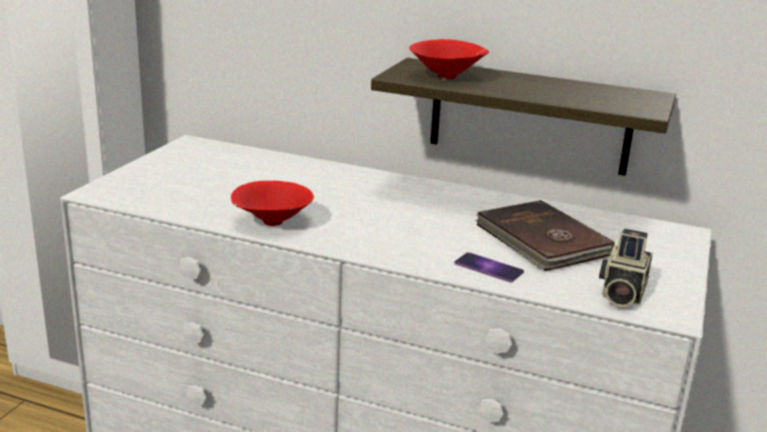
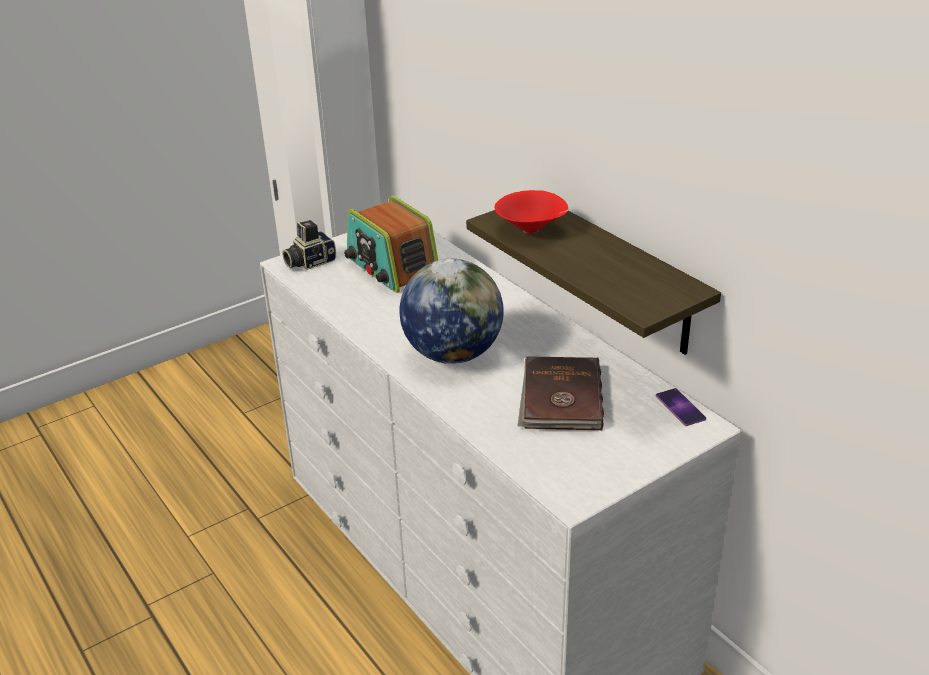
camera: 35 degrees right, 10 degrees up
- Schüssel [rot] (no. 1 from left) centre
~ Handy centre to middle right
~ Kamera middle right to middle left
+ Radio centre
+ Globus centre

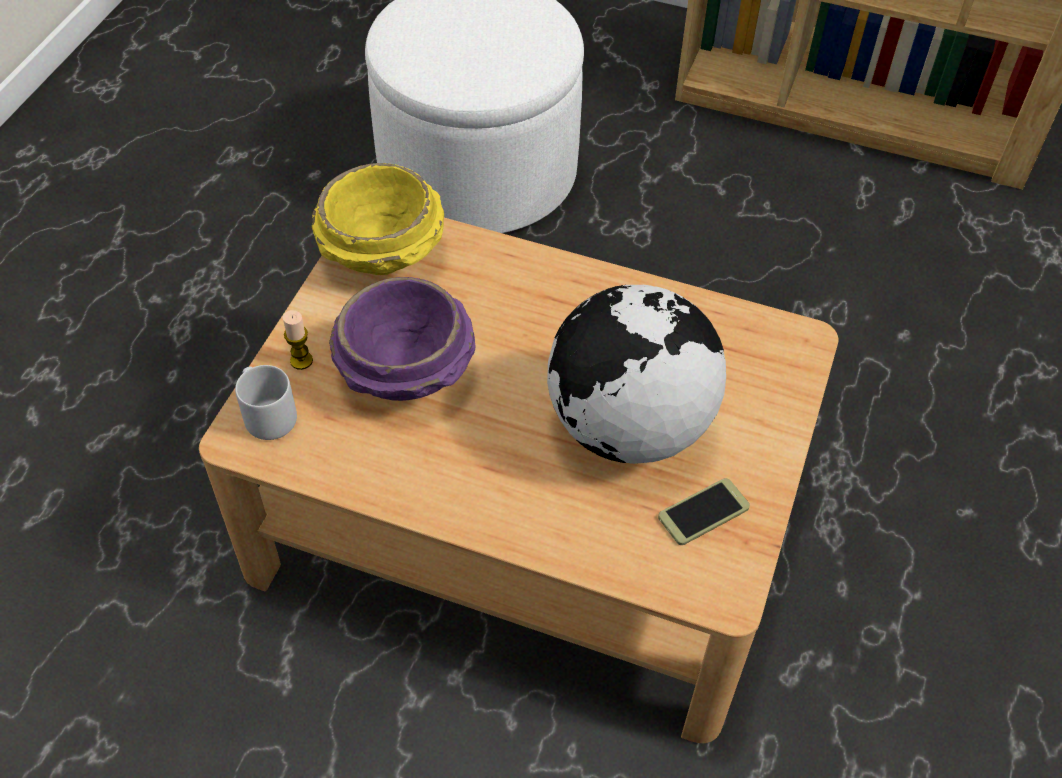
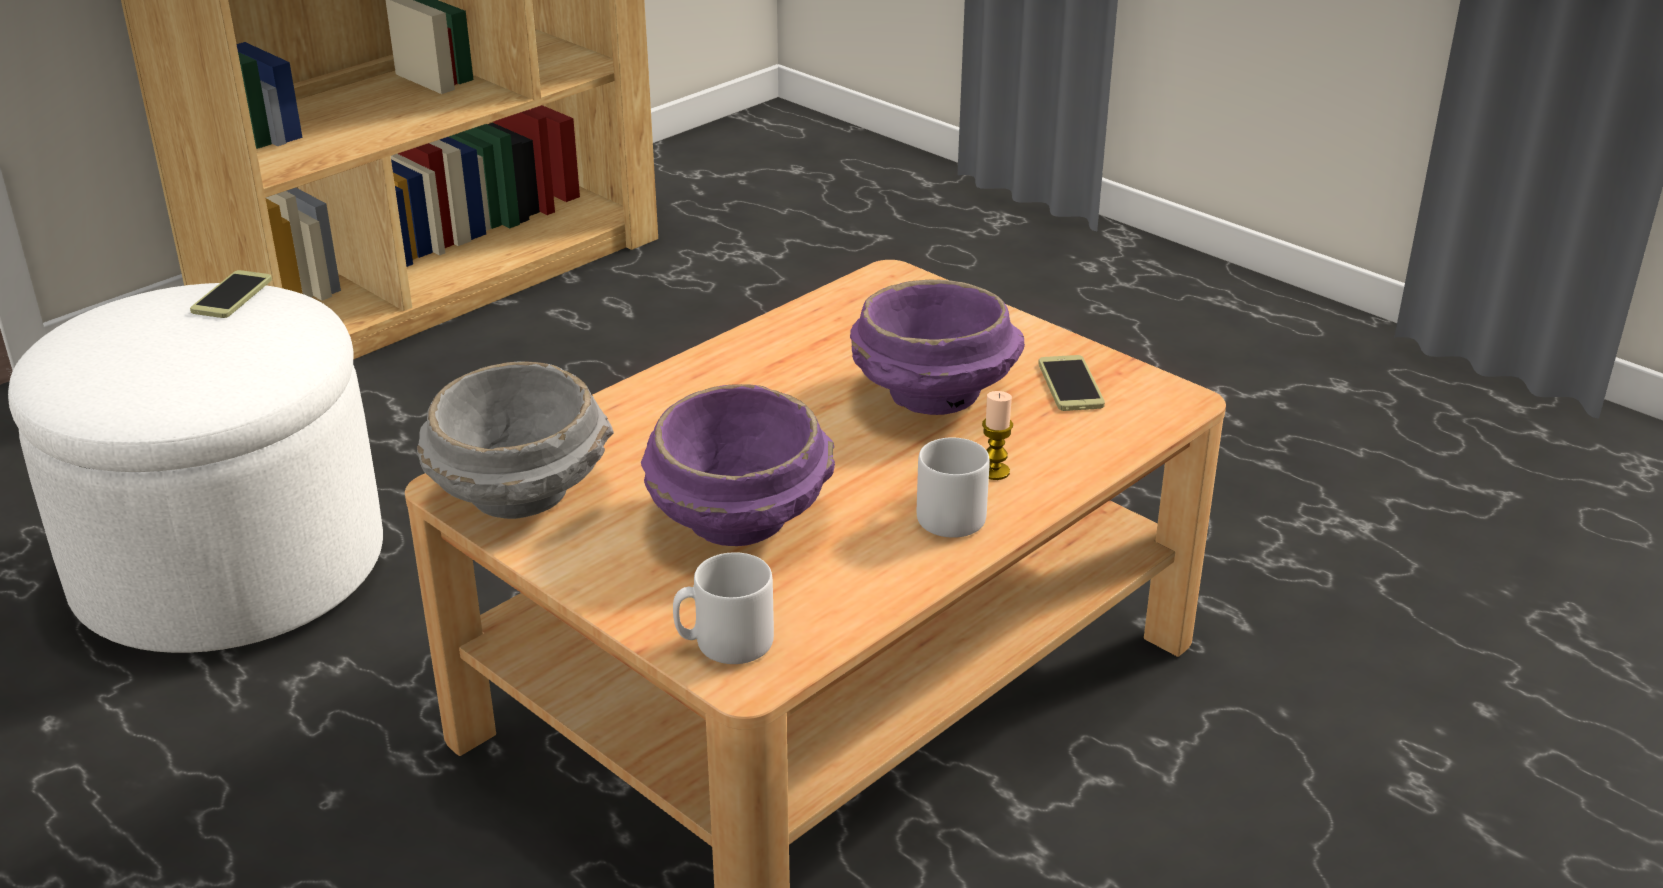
camera: 65 degrees left, 20 degrees down
~ Kerze middle left to centre
~ Schüssel [gelb] top centre to Schüssel [grau] middle left
~ Globus centre to Schüssel [lila] (no. 2 from left) centre
+ Handy (no. 1 from left) top left
+ Henkelbecher [grau] (no. 2 from left) centre

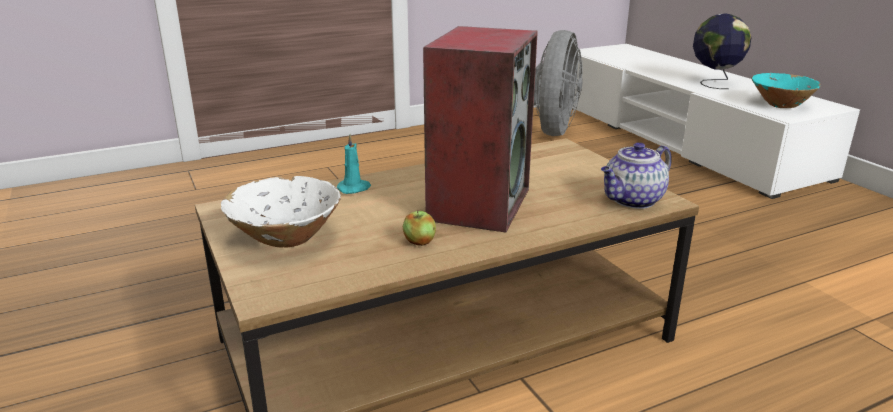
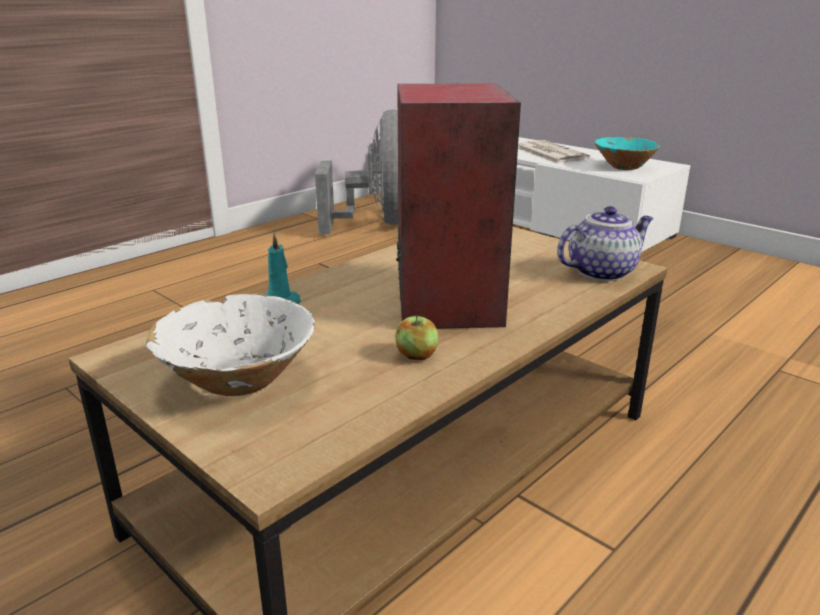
camera: 20 degrees left, 0 degrees up
~ Teekanne middle right = middle right 150 degrees counterclockwise
~ Globus top right to Zeitung top right

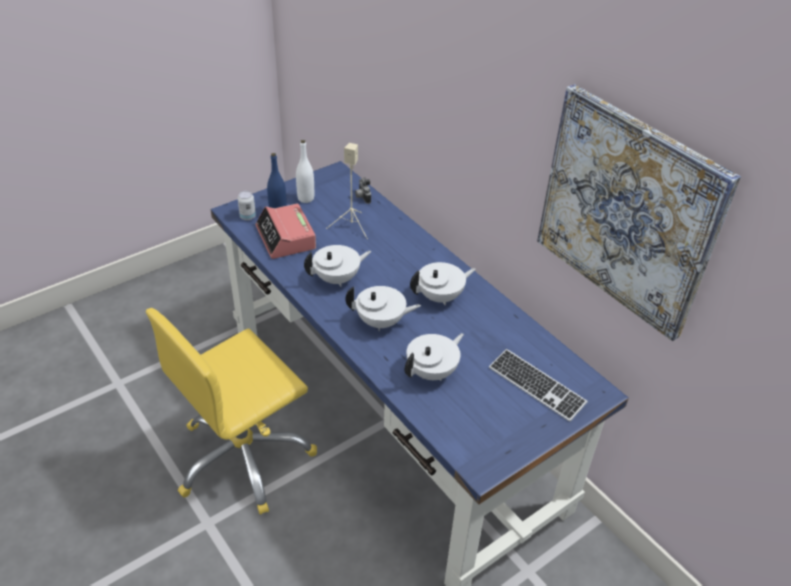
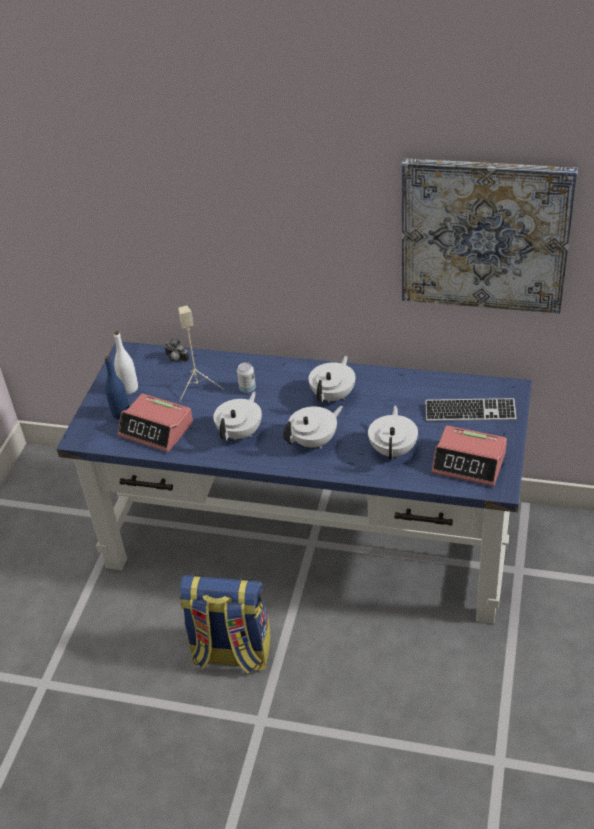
camera: 35 degrees left, 0 degrees up
~ Bürostuhl [gelb] bottom left to Rucksack bottom centre
~ Dose middle left to centre
+ Wecker (no. 2 from left) middle right

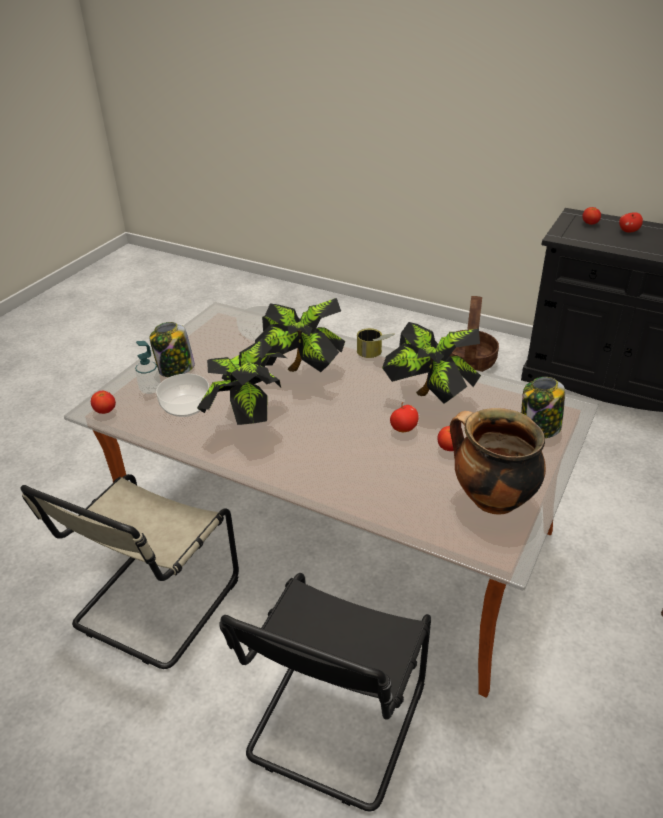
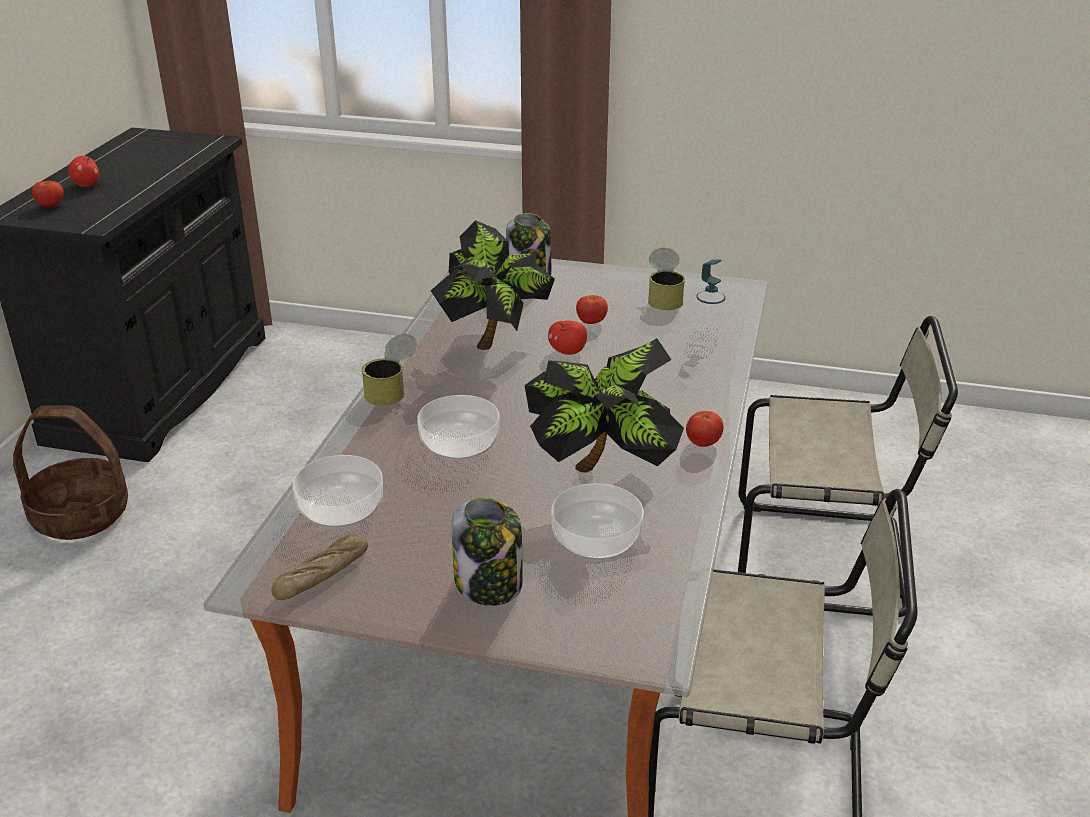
camera: 105 degrees left, 5 degrees down
~ Tomate (no. 1 from left in the first image) middle left to Tomate (no. 3 from left) centre
~ Seifenspender middle left to centre
~ Stuhl [schwarz] bottom centre to Stuhl [beige] (no. 2 from left) middle right
~ Topfpflanze (no. 2 from left) centre to Schüssel (no. 2 from left) centre
~ Kochtopf middle right to Dose (no. 2 from left) centre
+ Brot bottom left

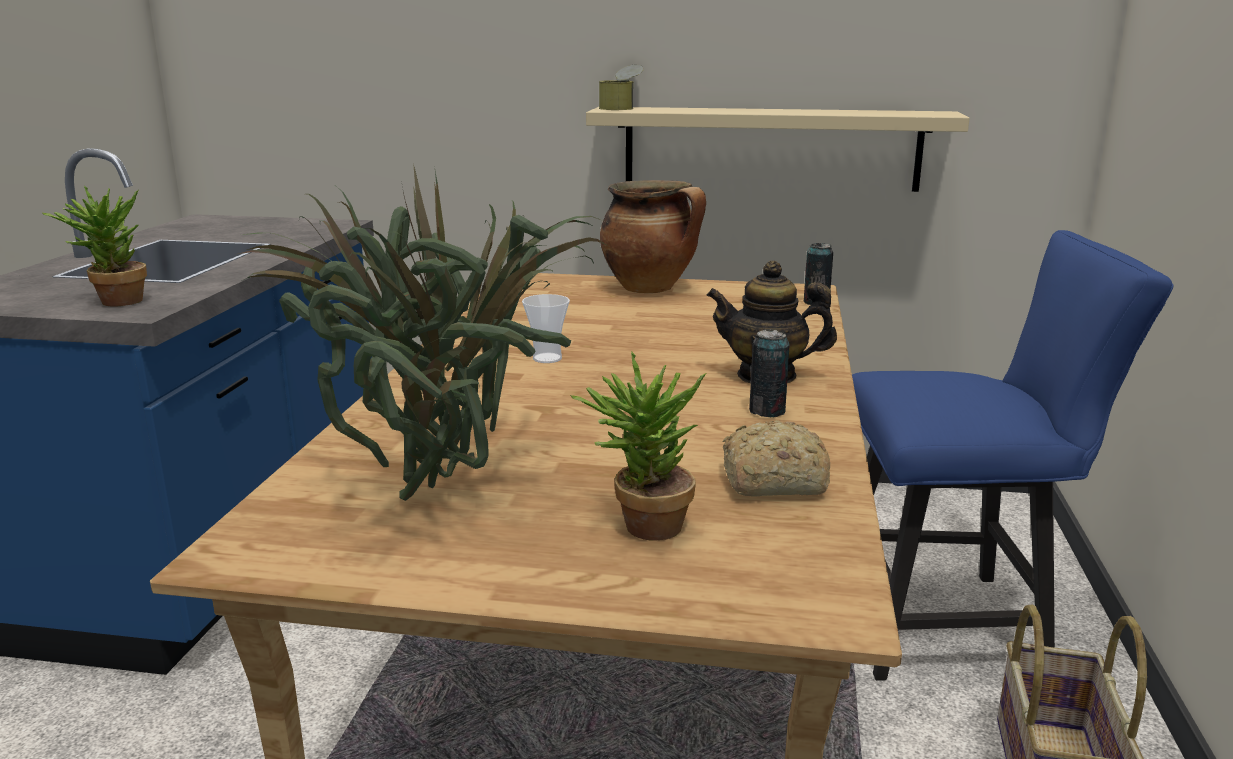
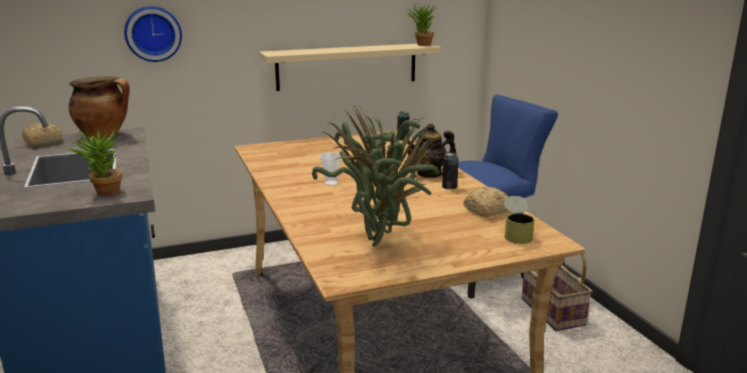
camera: 30 degrees left, 0 degrees up
~ Topfpflanze (no. 3 from left) centre to top centre
~ Dose (no. 1 from left in the first image) top centre to Dose (no. 3 from left) middle right
~ Kochtopf top centre to top left
+ Brot (no. 1 from left) middle left
+ Wanduhr top left

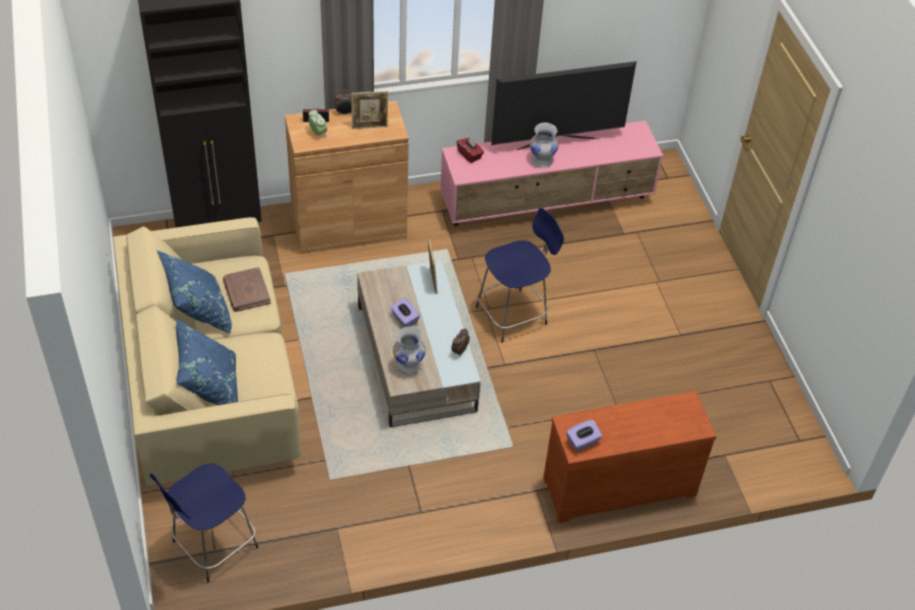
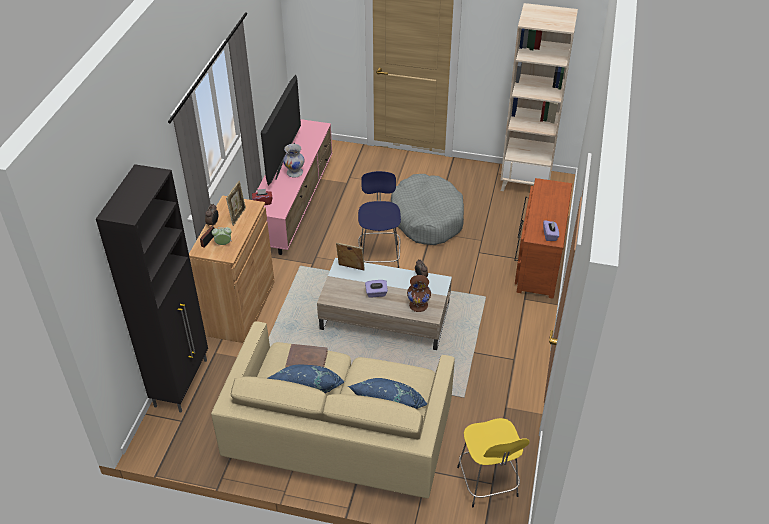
camera: 60 degrees left, 5 degrees down
~ Hocker [blau] (no. 1 from left) bottom left to Hocker [gelb] bottom centre
~ Vase [weiß] (no. 1 from left) centre to Vase [braun] centre
+ Hundebett [grau] centre
+ Bücherregal [beige] top right

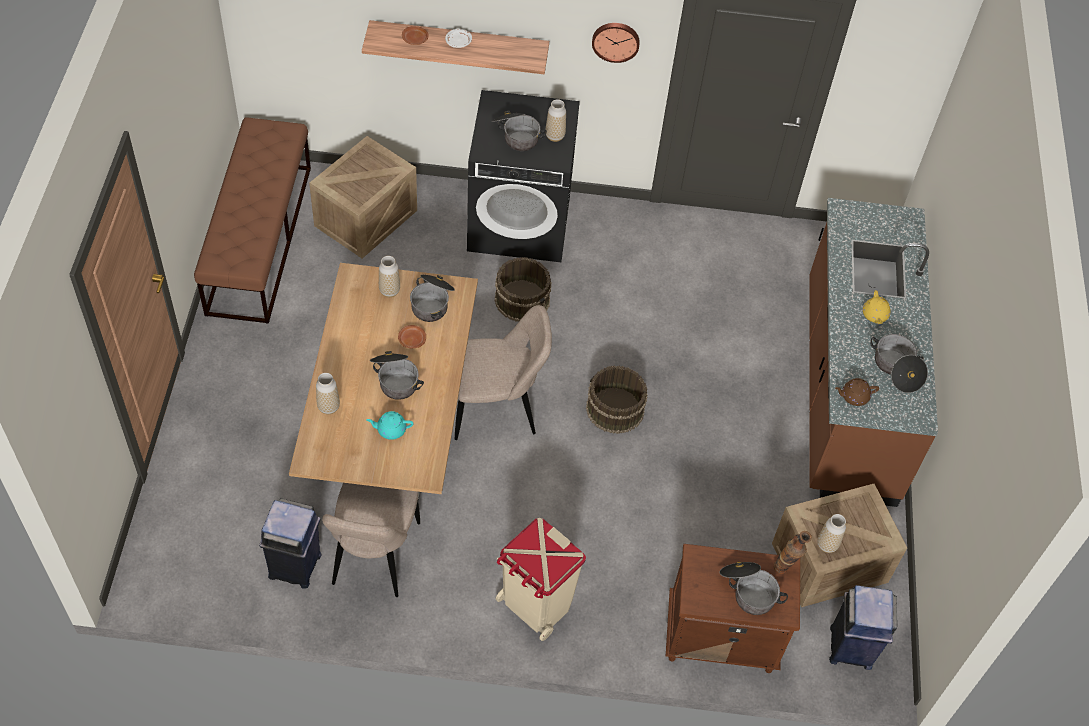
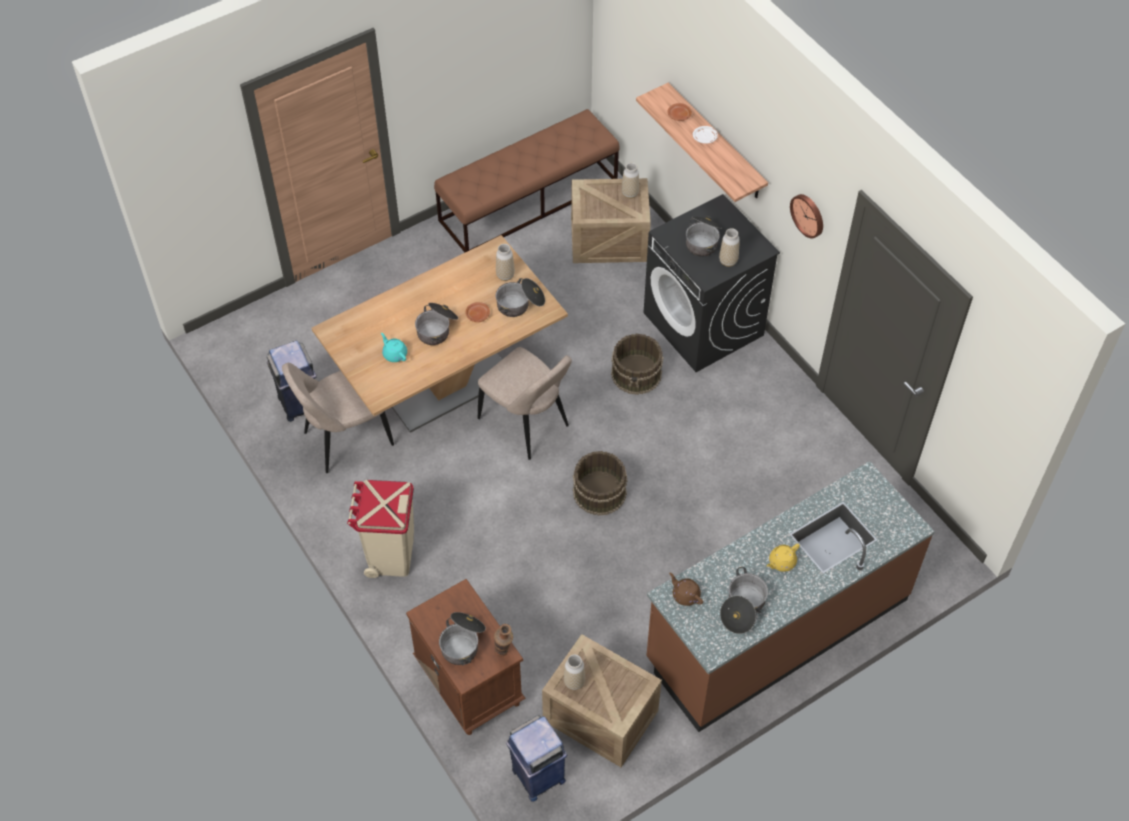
camera: 55 degrees right, 0 degrees up
~ Vase (no. 1 from left in the first image) middle left to Vase (no. 4 from left) top centre

